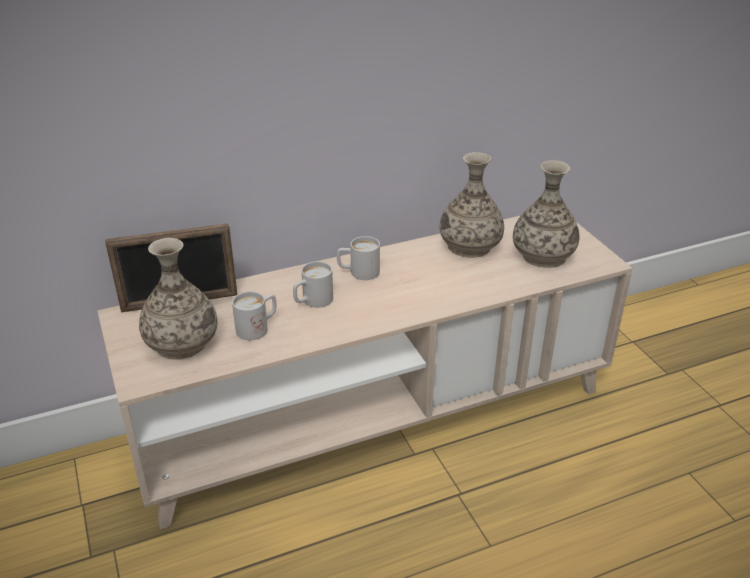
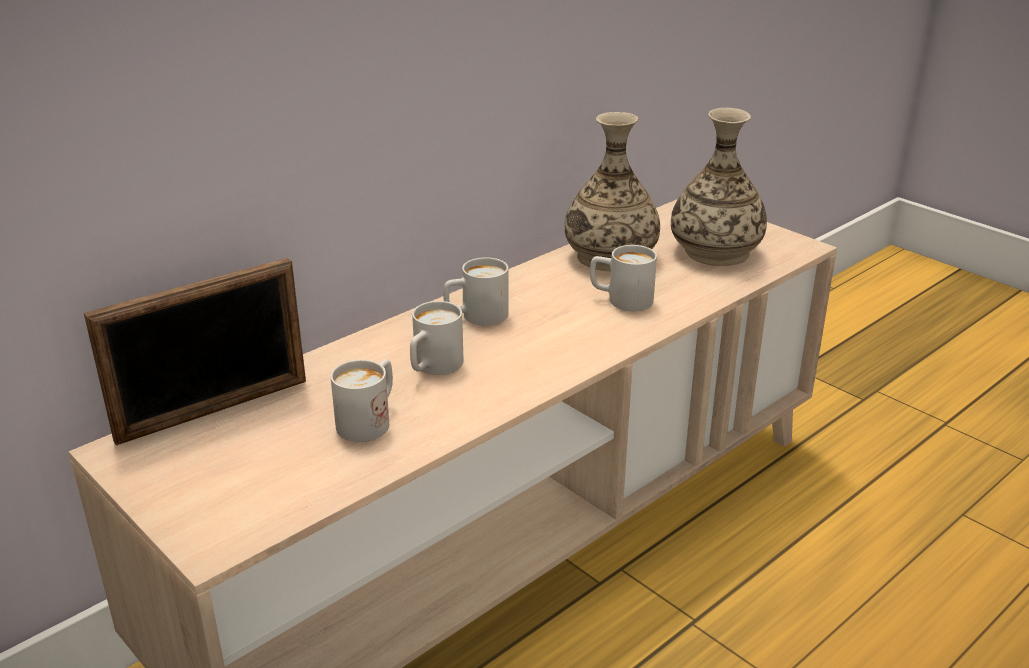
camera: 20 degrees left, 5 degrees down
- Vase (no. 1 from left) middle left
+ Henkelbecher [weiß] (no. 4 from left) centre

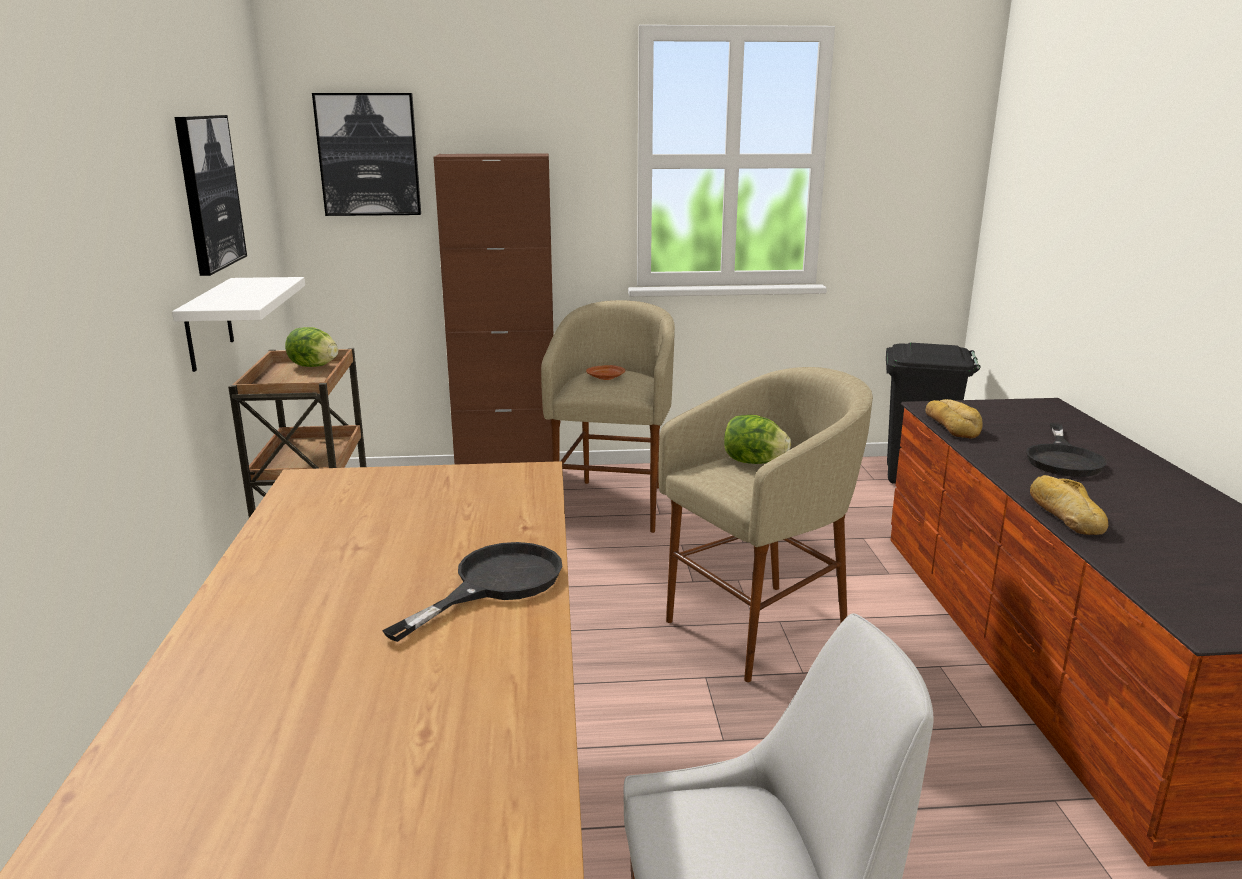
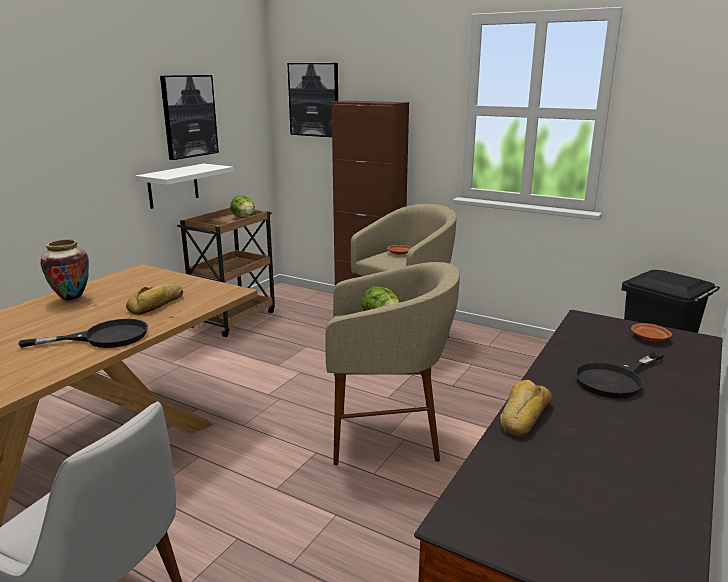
camera: 35 degrees right, 0 degrees up
~ Brot (no. 1 from left) middle right to middle left
+ Vase middle left
+ Teller [braun] (no. 2 from left) middle right

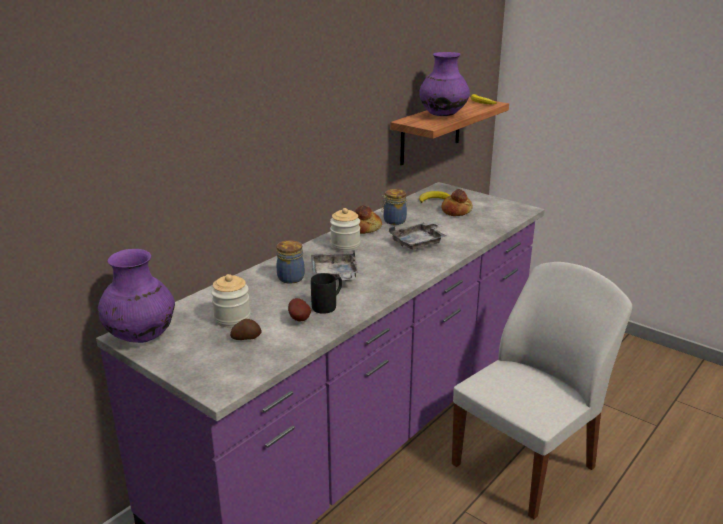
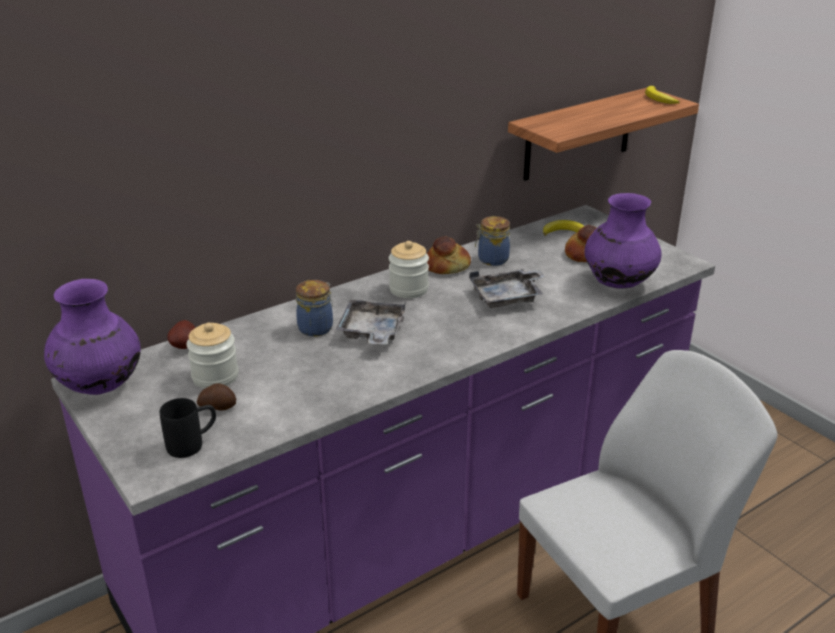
camera: 15 degrees right, 5 degrees up
~ Kartoffel (no. 2 from left in the first image) centre to Kartoffel (no. 1 from left) middle left
~ Henkelbecher [schwarz] centre to bottom left
~ Vase [lila] (no. 2 from left) top centre to middle right

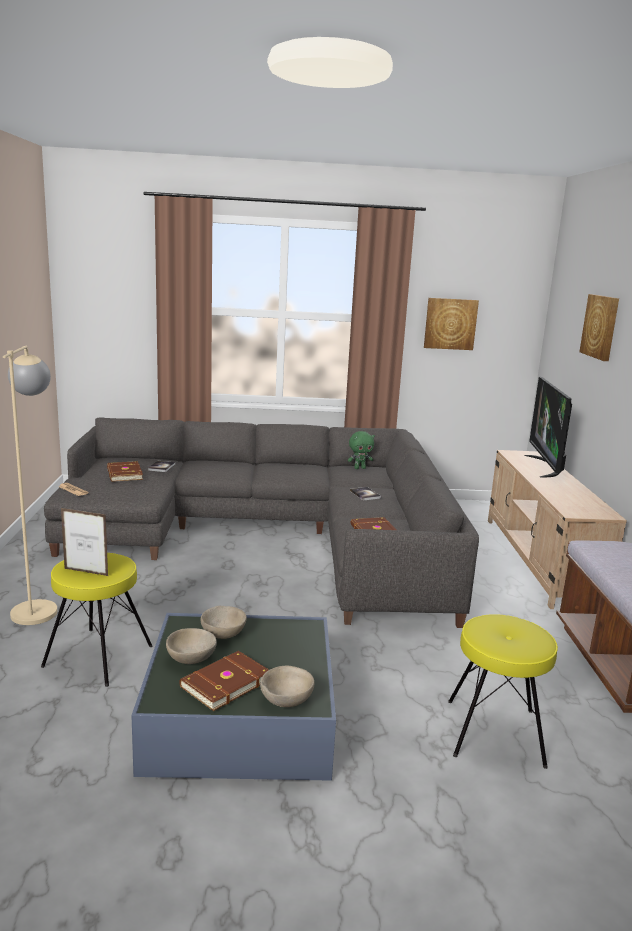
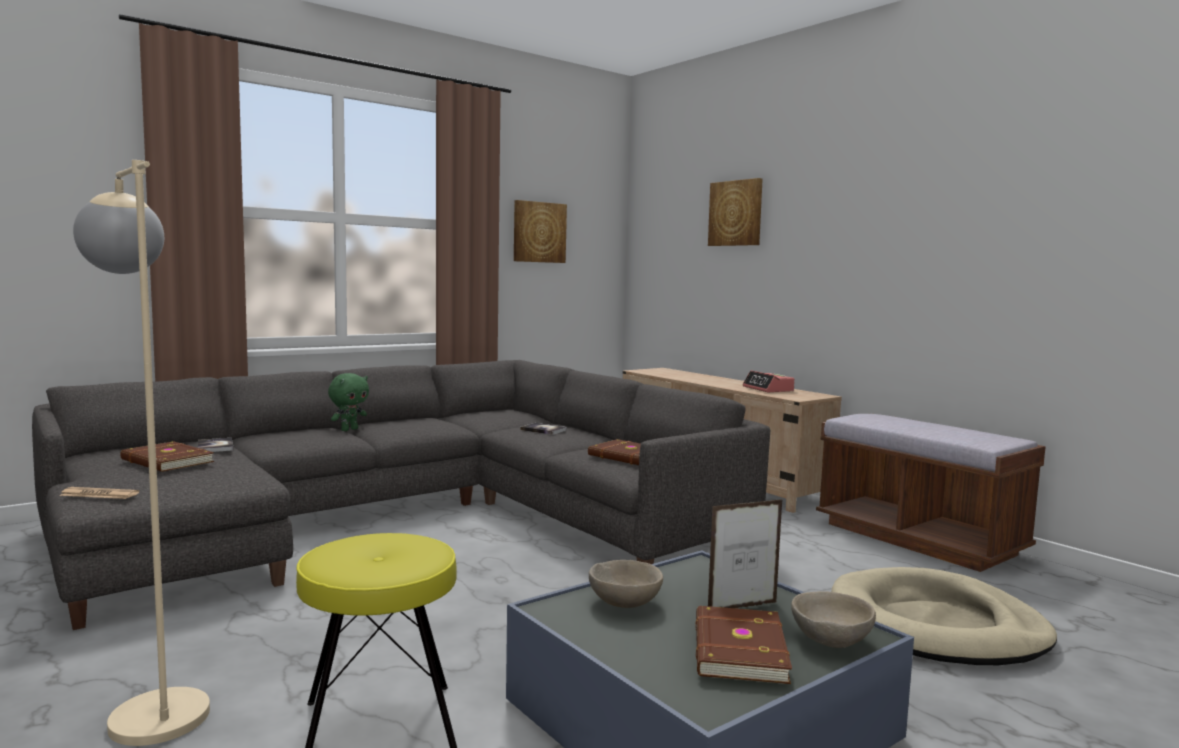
camera: 35 degrees left, 10 degrees down
~ Bilderrahmen middle left to bottom centre
- Schüssel [beige] (no. 1 from left) bottom left
~ Plüschtier [grün] centre to middle left
~ Hocker [gelb] (no. 2 from left) bottom right to Hundebett [beige] bottom right
- Fernseher middle right
+ Wecker centre

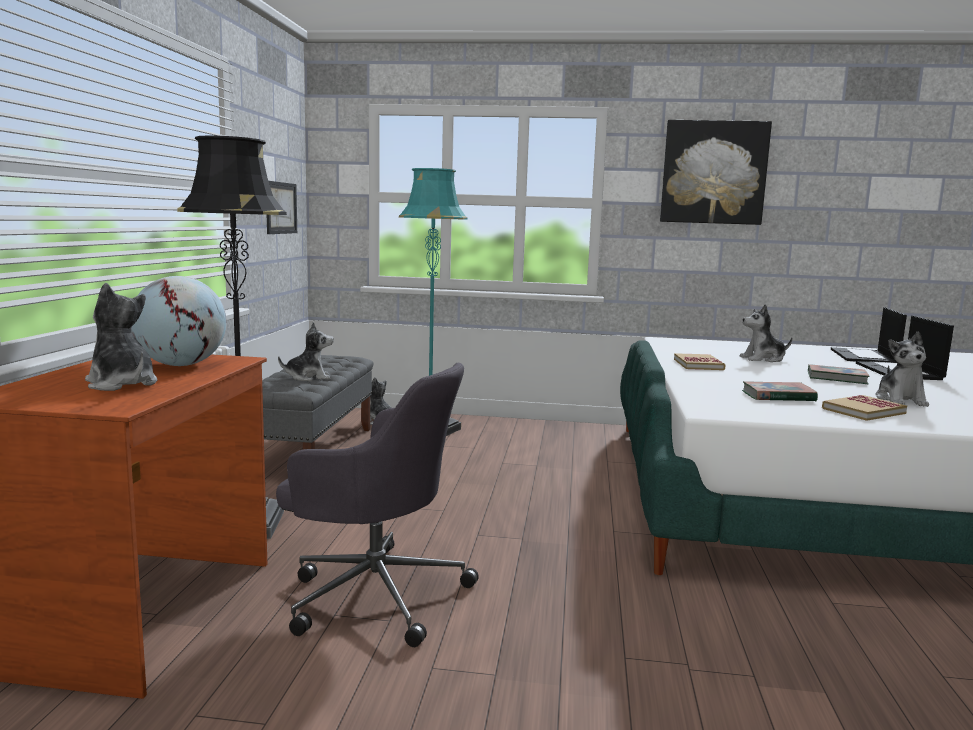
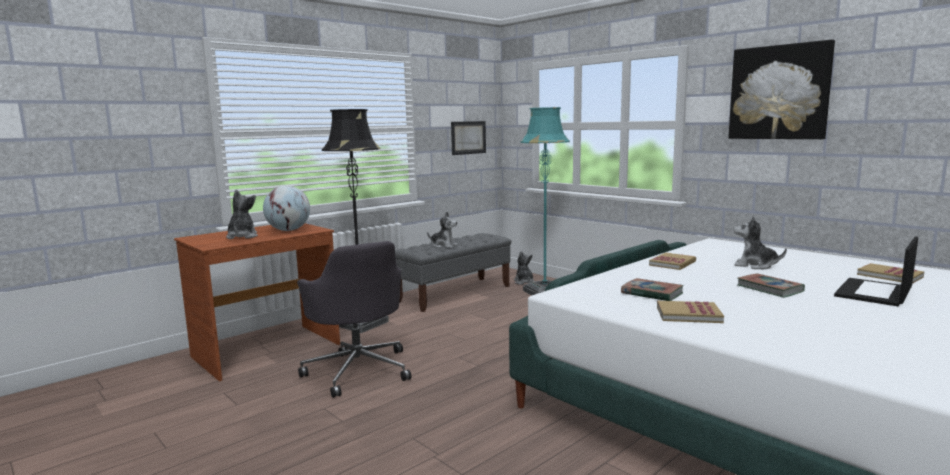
camera: 40 degrees right, 0 degrees up
~ Laptop (no. 1 from left) middle right to Buch (no. 5 from left) middle right
- Plüschtier (no. 5 from left) middle right

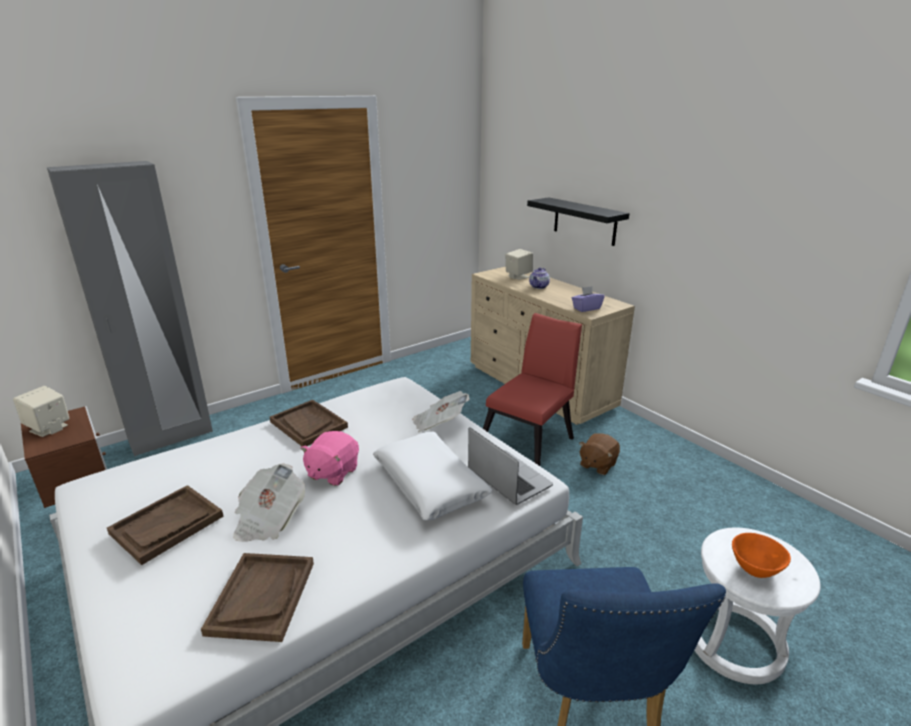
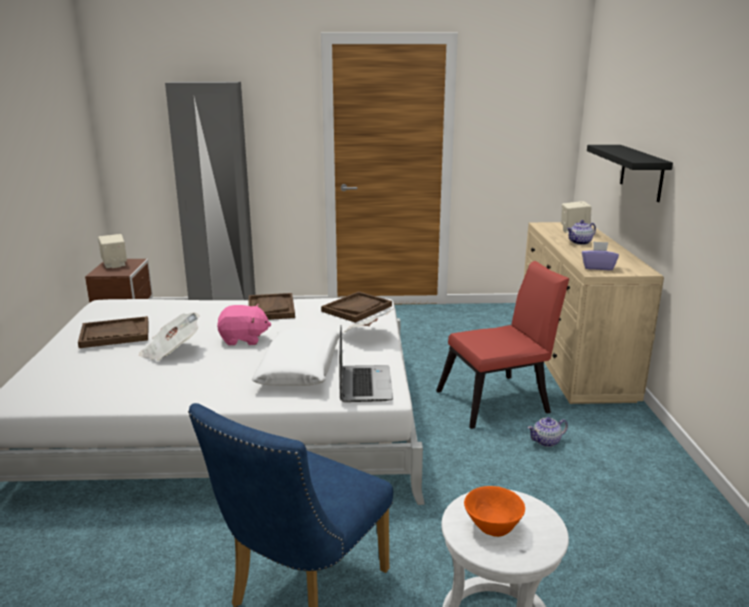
camera: 35 degrees right, 5 degrees down
~ Tablett [braun] (no. 2 from left in the first image) bottom left to Tablett [braun] (no. 3 from left) centre
~ Plüschtier [rosa] centre = middle left 150 degrees counterclockwise
~ Plüschtier [braun] centre to Teekanne (no. 1 from left) bottom right

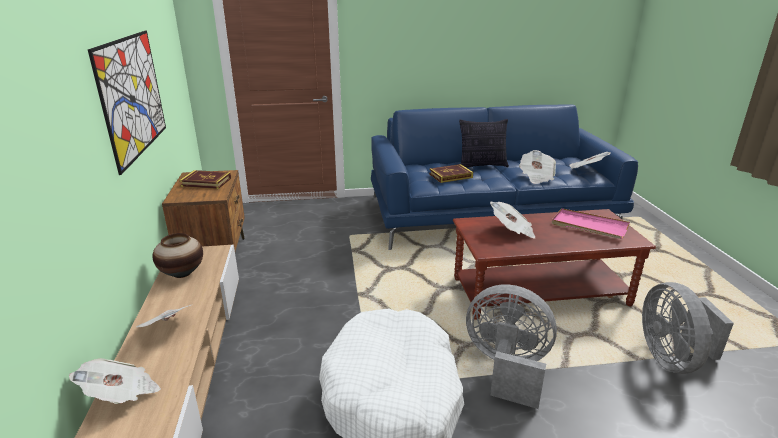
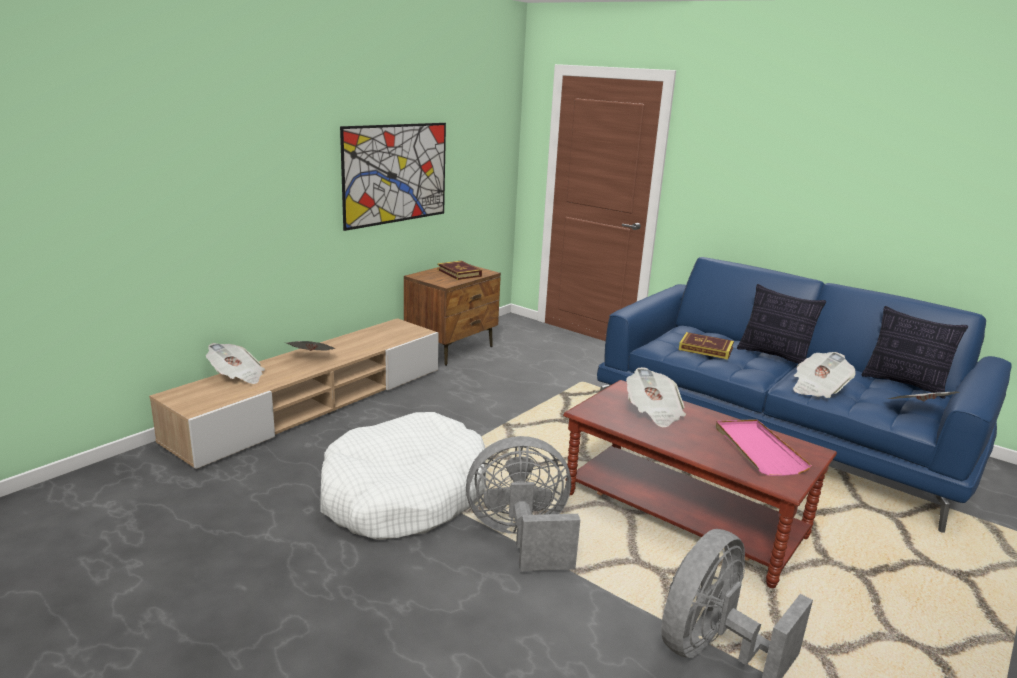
camera: 45 degrees right, 5 degrees down
- Vase middle left
~ Ventilator [grau] (no. 1 from left) bottom centre = bottom centre 75 degrees counterclockwise
+ Kissen (no. 2 from left) middle right

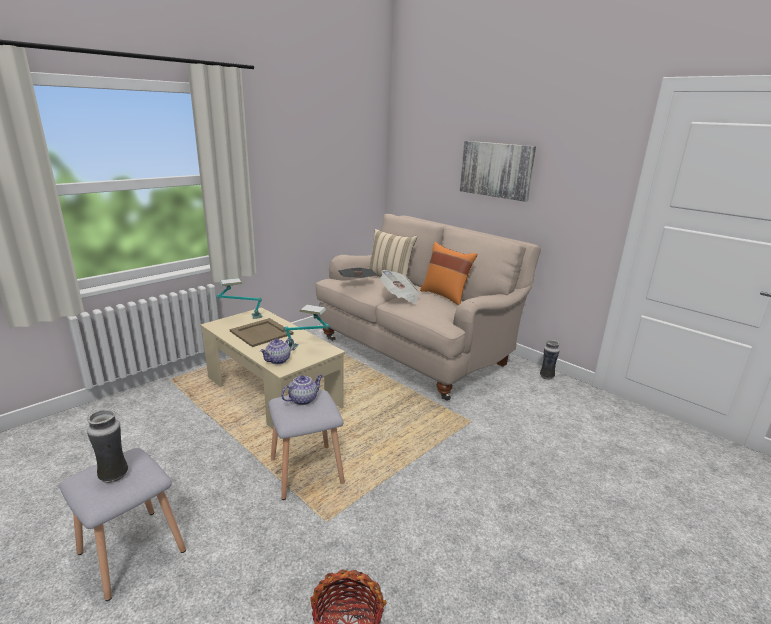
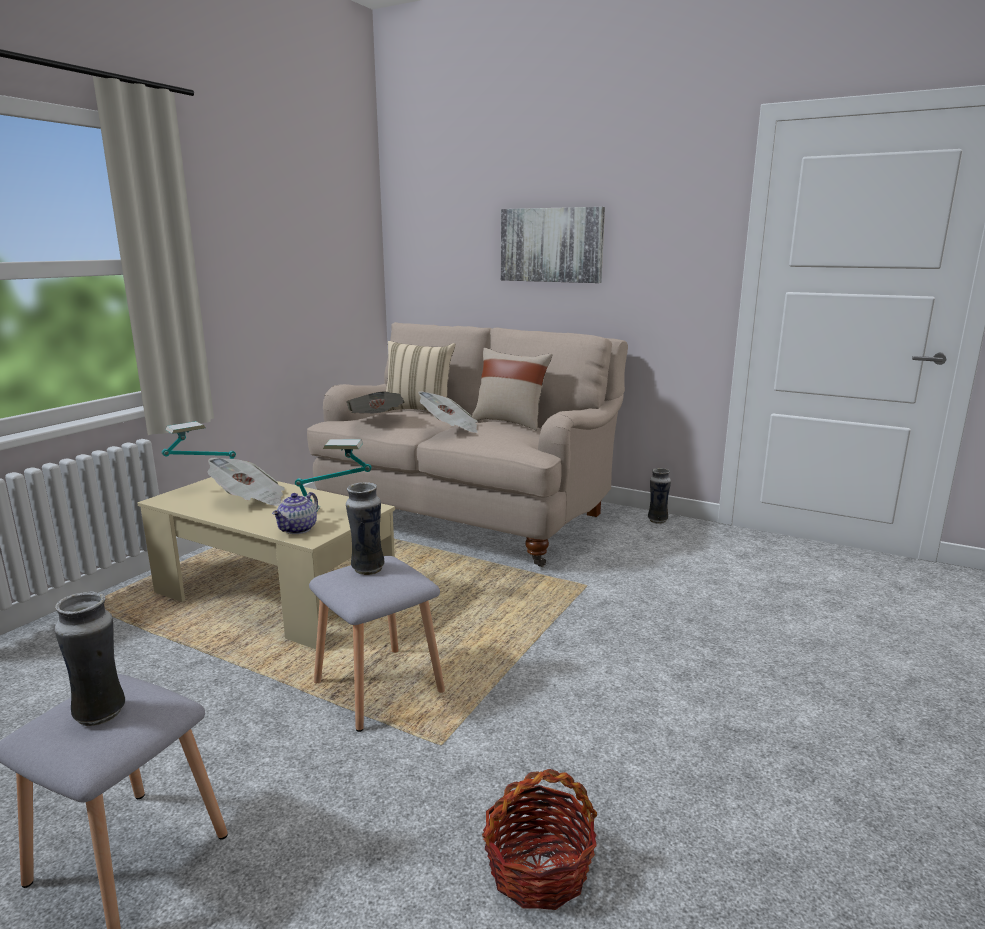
camera: 15 degrees left, 5 degrees down
~ Tablett [beige] centre to Zeitung (no. 1 from left) middle left
~ Teekanne (no. 2 from left) centre to Vase (no. 2 from left) centre
~ Kissen [orange] centre to Kissen [beige] (no. 2 from left) centre

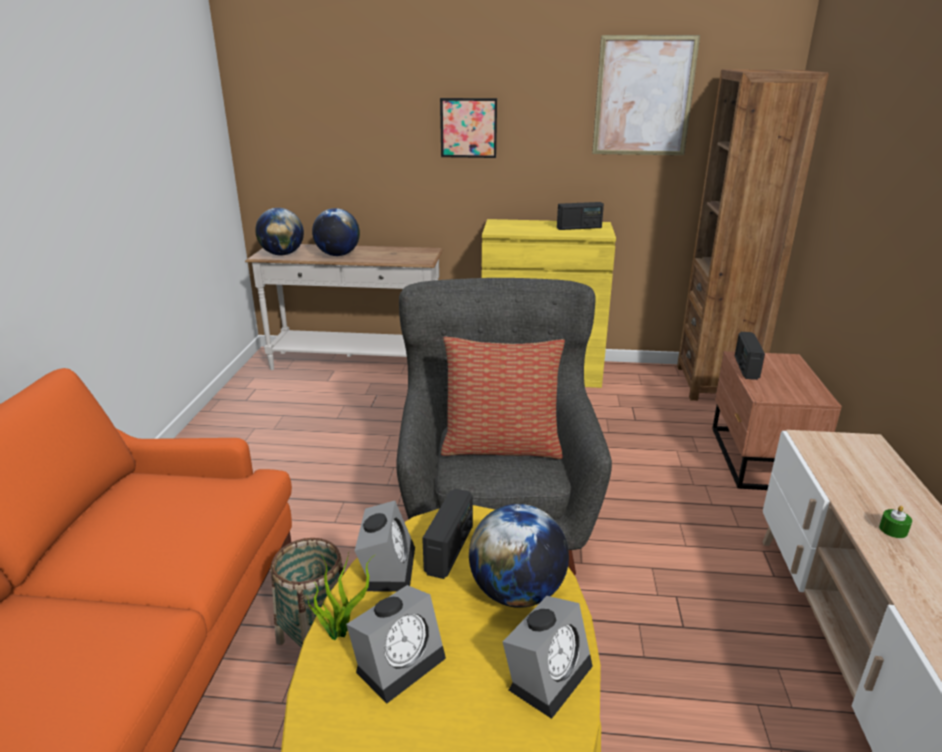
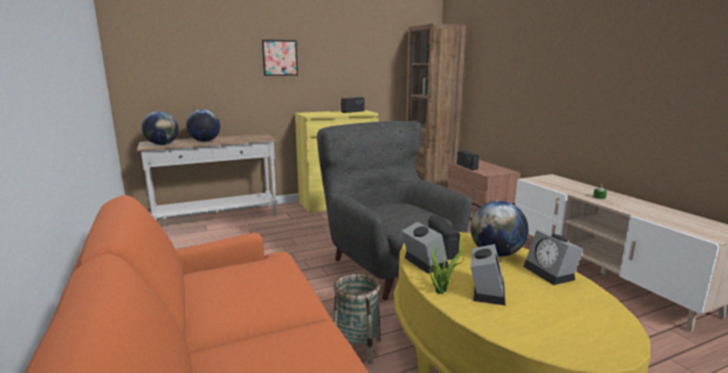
camera: 30 degrees left, 10 degrees down
- Kissen centre
~ Wecker (no. 3 from left) bottom centre = bottom right 150 degrees clockwise
- Bild (no. 2 from left) top right

